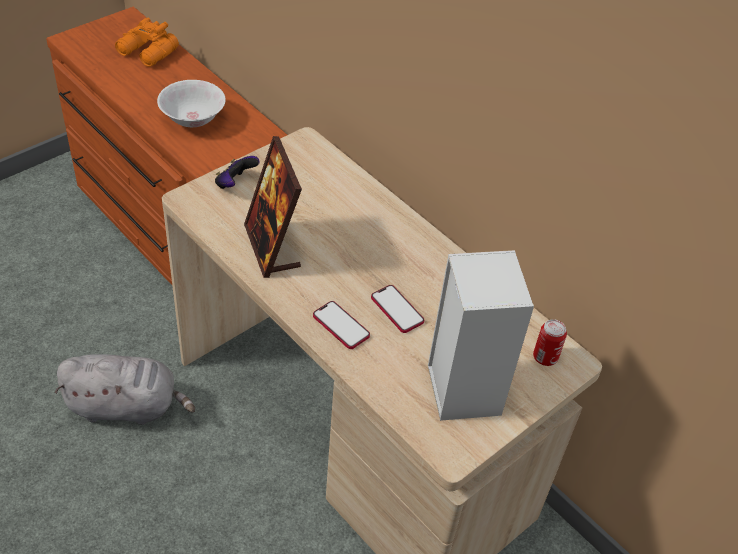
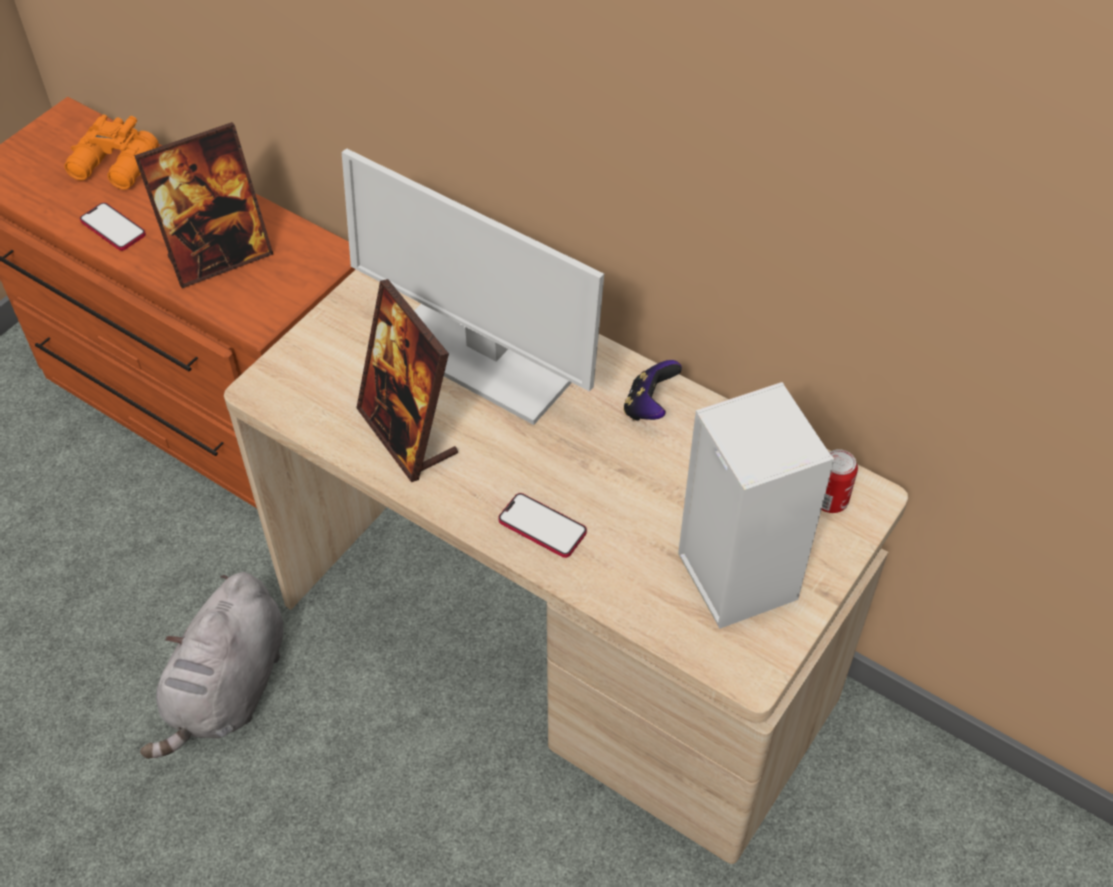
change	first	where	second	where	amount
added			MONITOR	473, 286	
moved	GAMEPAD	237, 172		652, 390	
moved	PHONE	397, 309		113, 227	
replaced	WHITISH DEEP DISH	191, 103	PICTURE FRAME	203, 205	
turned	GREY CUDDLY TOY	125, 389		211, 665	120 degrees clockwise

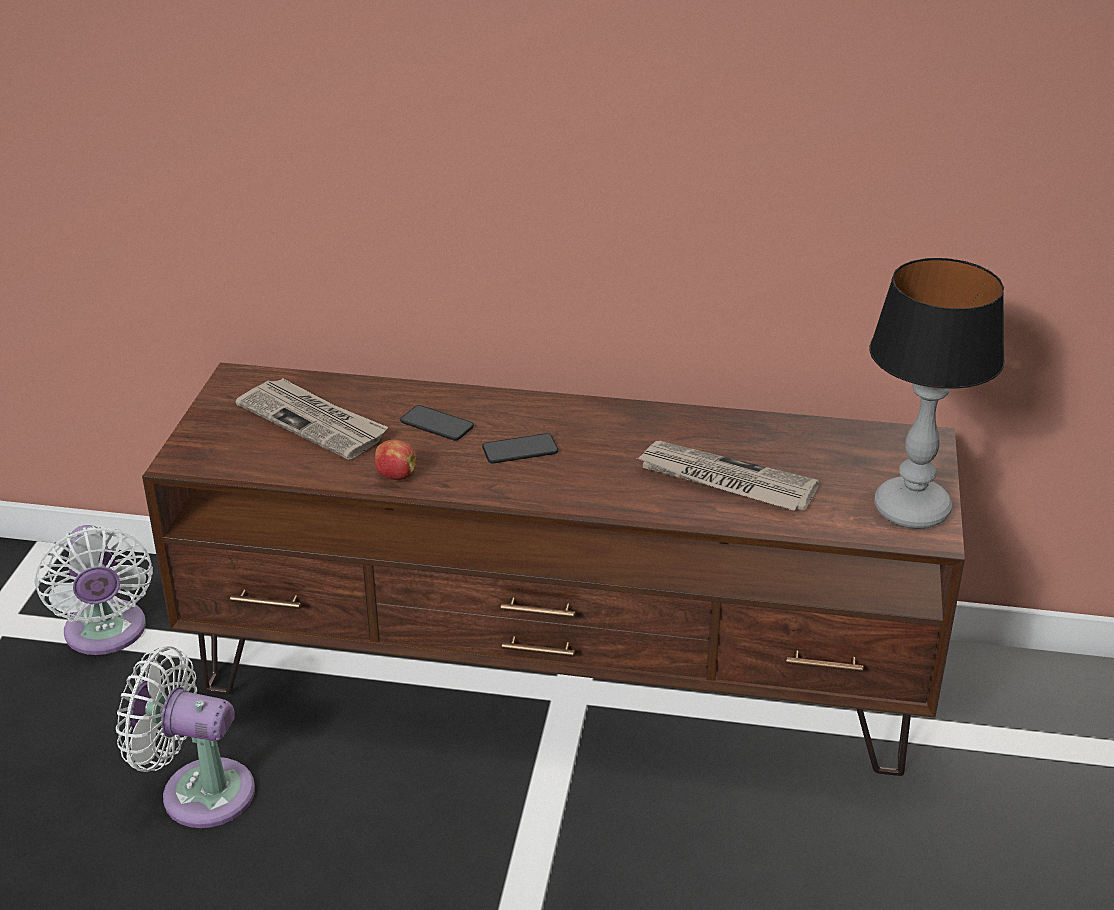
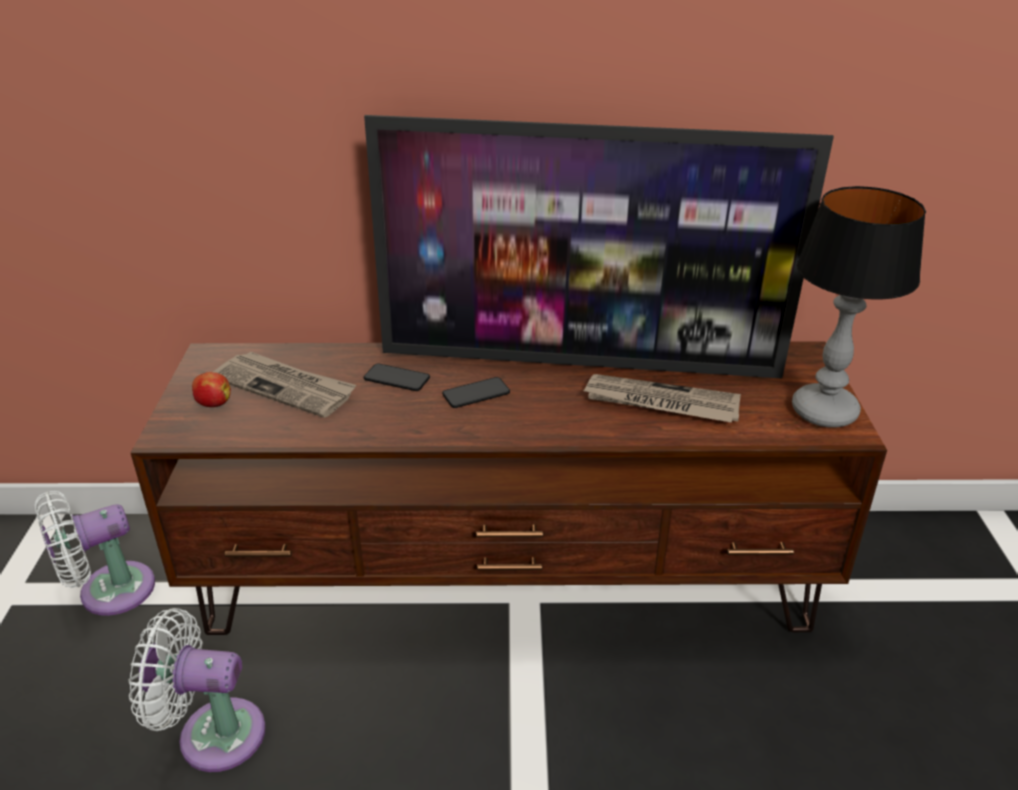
change	first	where	second	where	amount
added			TELEVISION	599, 246	
moved	APPLE FRUIT	395, 460		211, 389	
turned	WHITISH ELECTRIC FAN	93, 590		95, 553	90 degrees clockwise

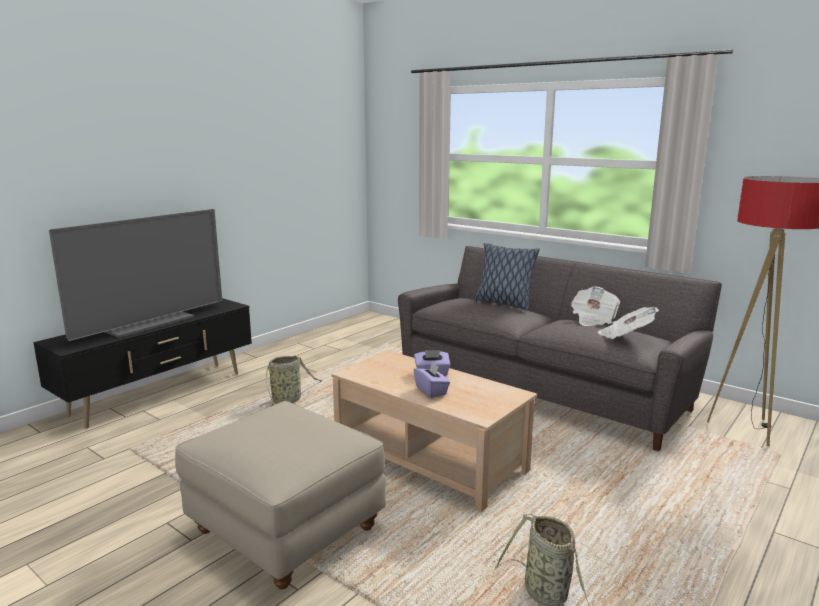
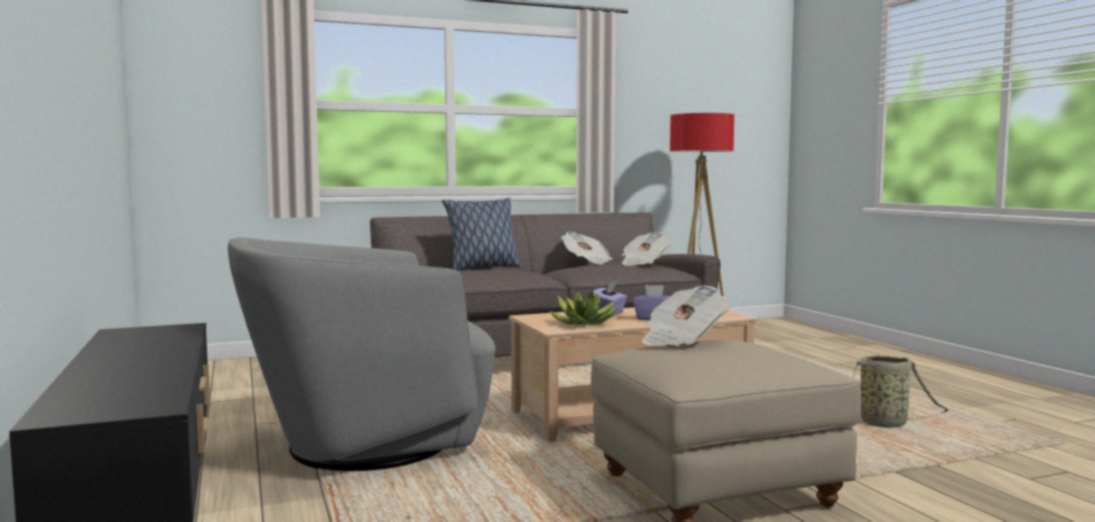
change	first	where	second	where	amount
removed	TELEVISION	135, 275			
added			HOUSEPLANT	583, 307	
added			NEWSPAPER	686, 316	
replaced	HOUSEHOLD BASKET	291, 382	GREY LOUNGE CHAIR	362, 354	

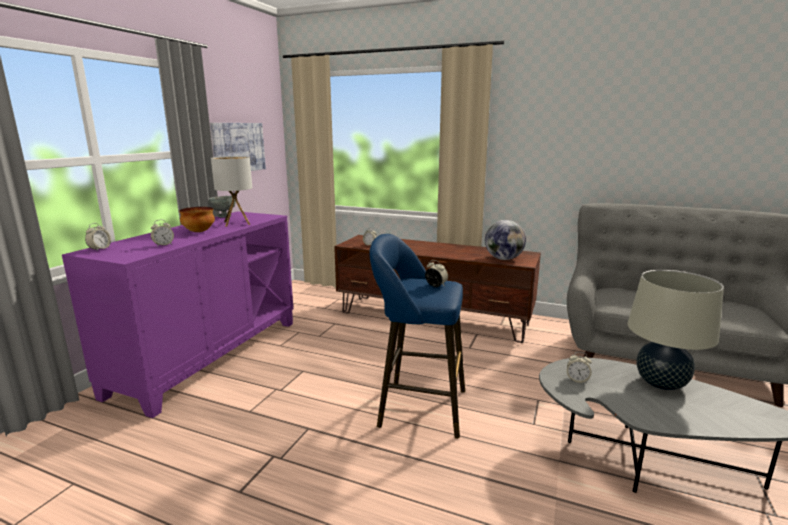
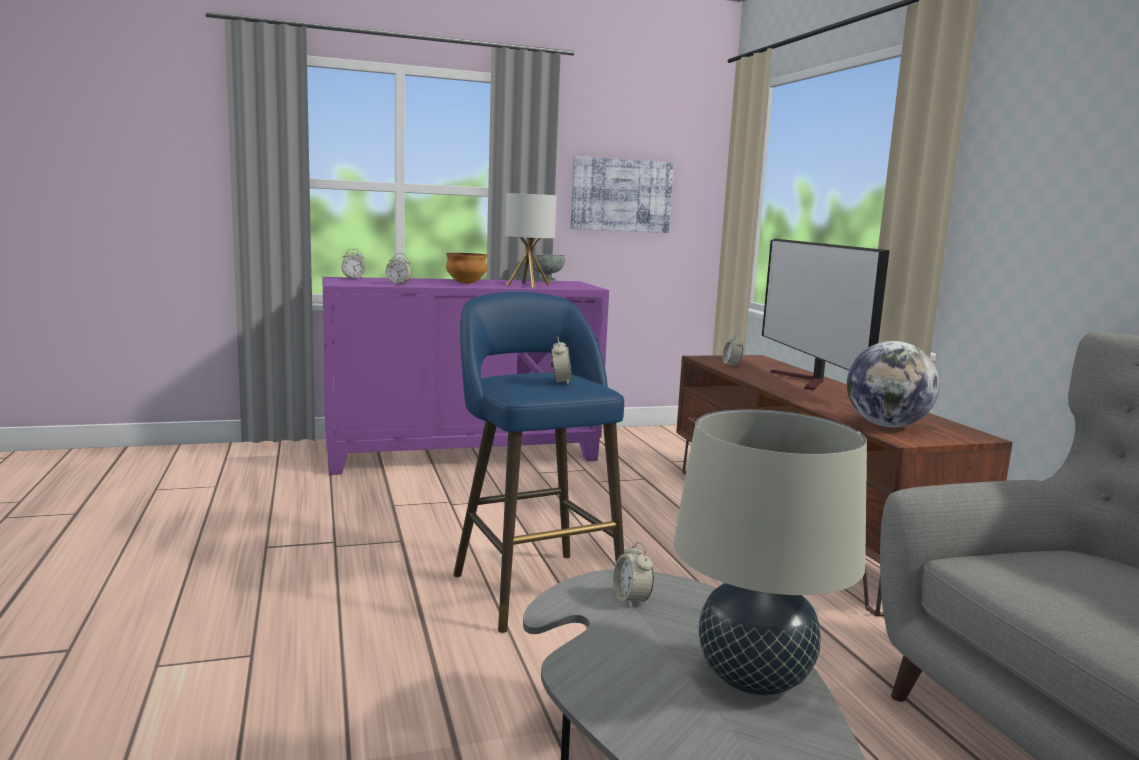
change	first	where	second	where	amount
added			TELEVISION	826, 314	

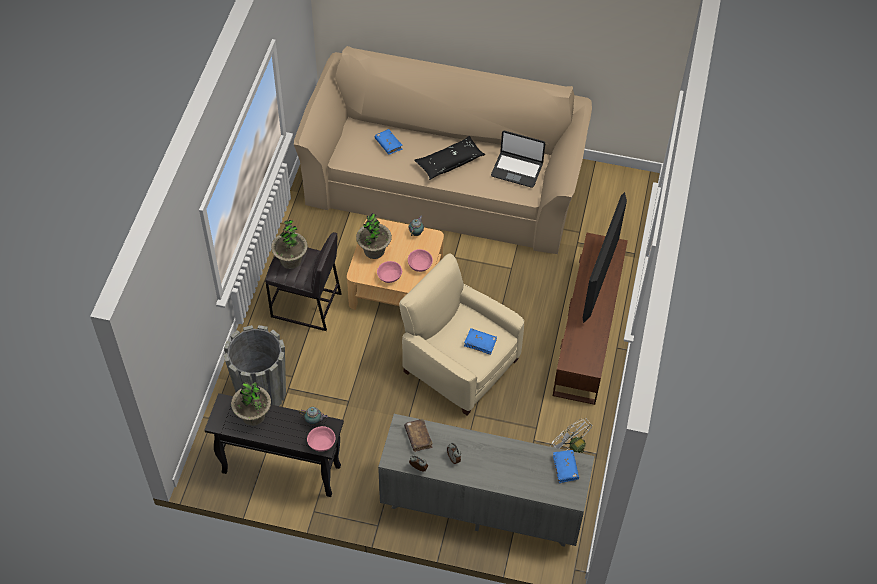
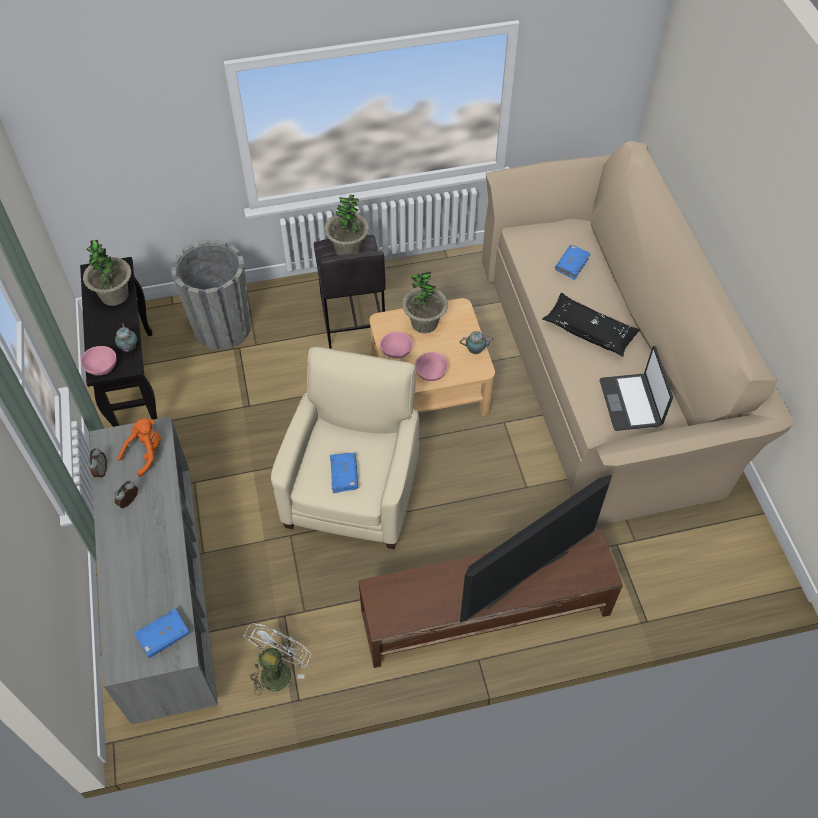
change	first	where	second	where	amount
replaced	BROWN-COLOURED BOOK	418, 435	ORANGEY CUDDLY TOY	139, 447	
turned	TELEVISION	605, 257		536, 548	150 degrees clockwise

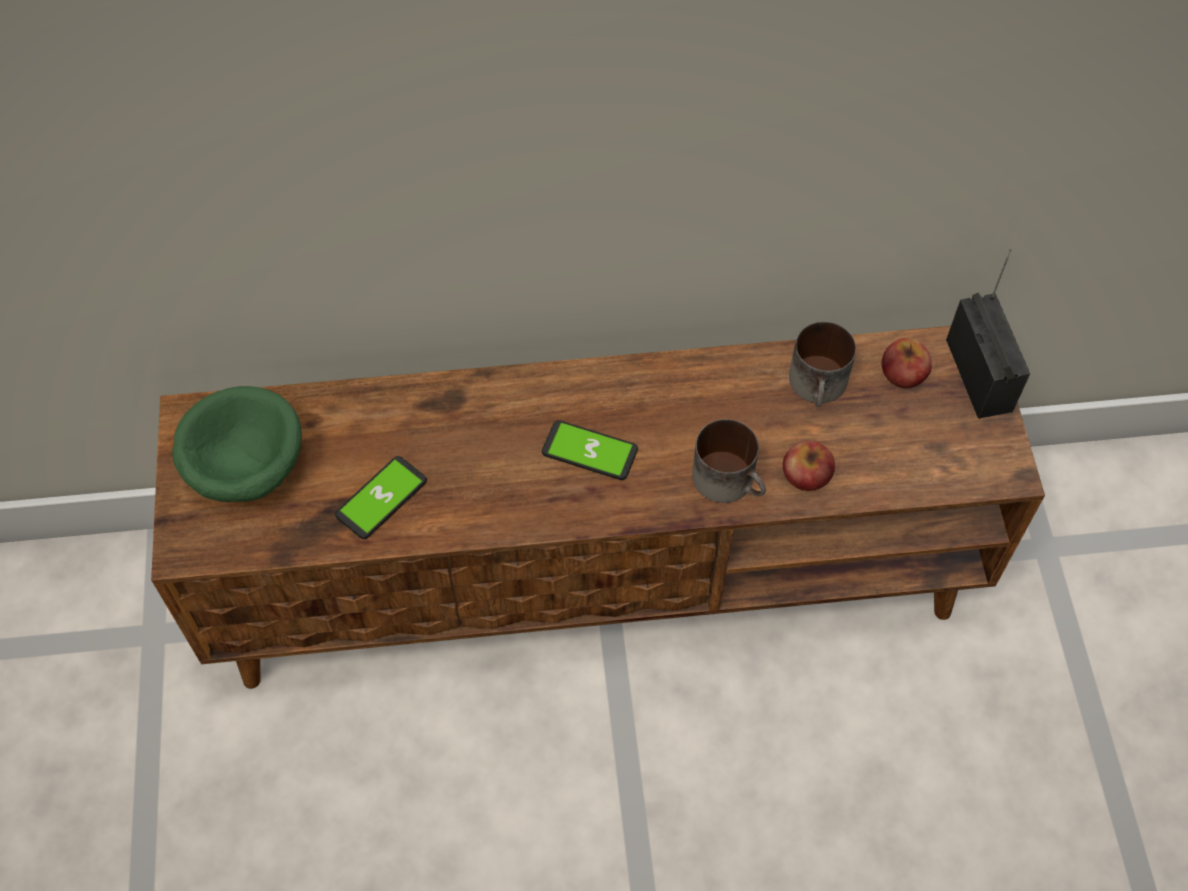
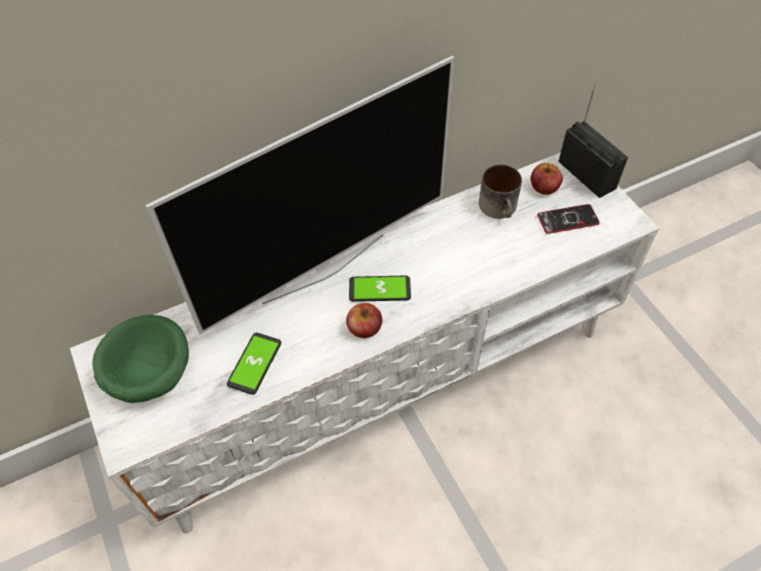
change	first	where	second	where	amount
removed	COFFEE MUG	729, 461			
added			TELEVISION	300, 195	
added			PHONE	568, 219	
moved	APPLE FRUIT	809, 466		364, 320	
recoloured	BROWN-COLOURED TV UNIT	598, 507	WHITISH TV UNIT	364, 343	

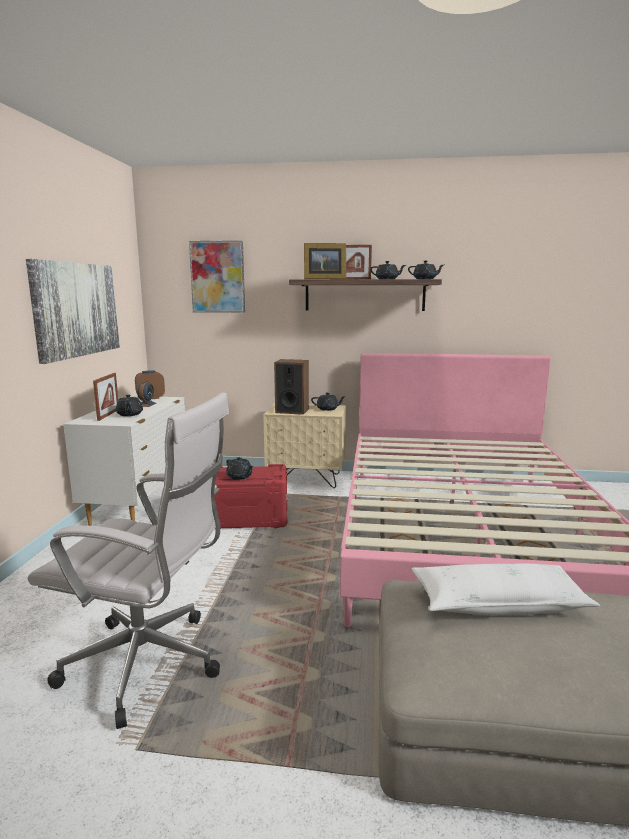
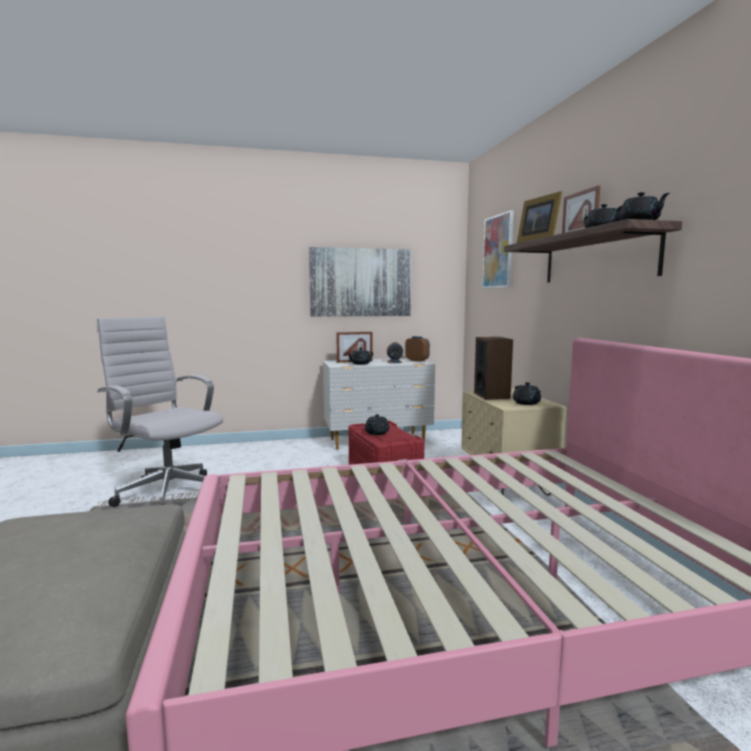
change	first	where	second	where	amount
removed	WHITISH CUSHION	505, 590			
turned	WHITISH OFFICE CHAIR	128, 560		160, 412	135 degrees clockwise

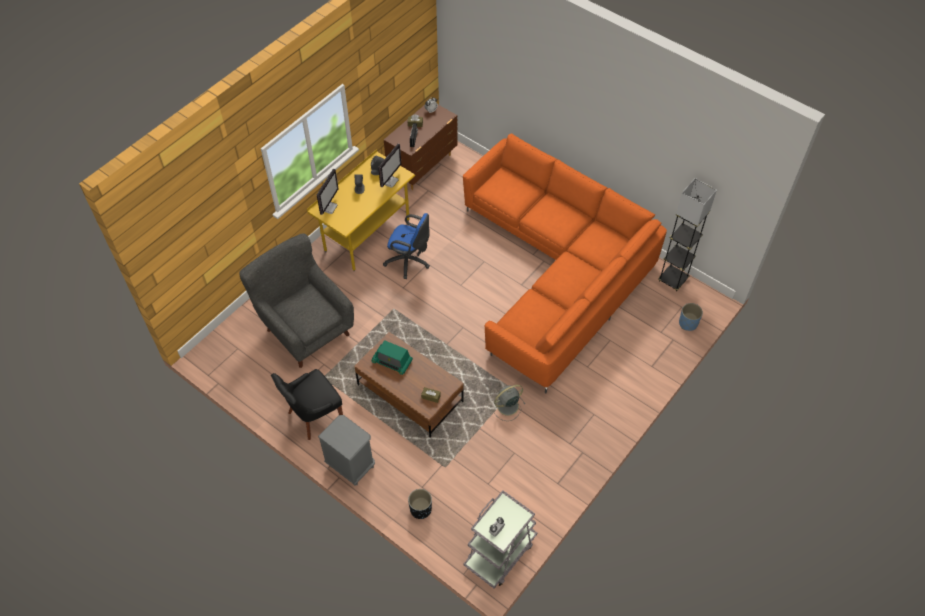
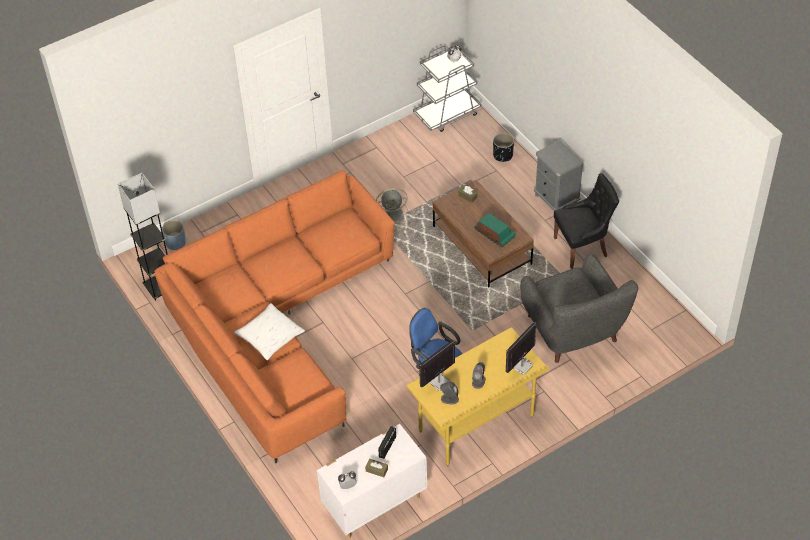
change	first	where	second	where	amount
added			WHITISH CUSHION	269, 331	
recoloured	BROWN-COLOURED CHEST OF DRAWERS	421, 147	WHITISH CHEST OF DRAWERS	372, 481	

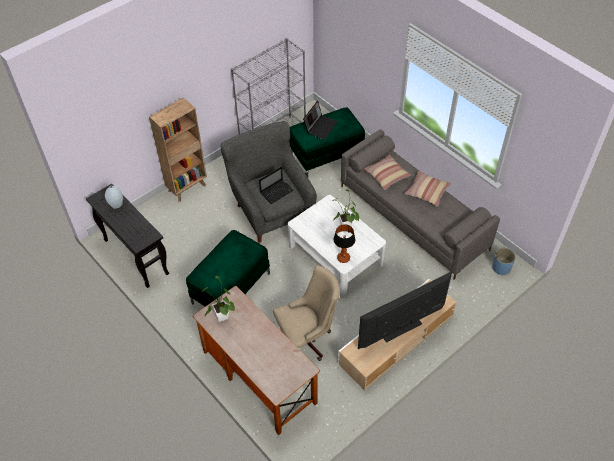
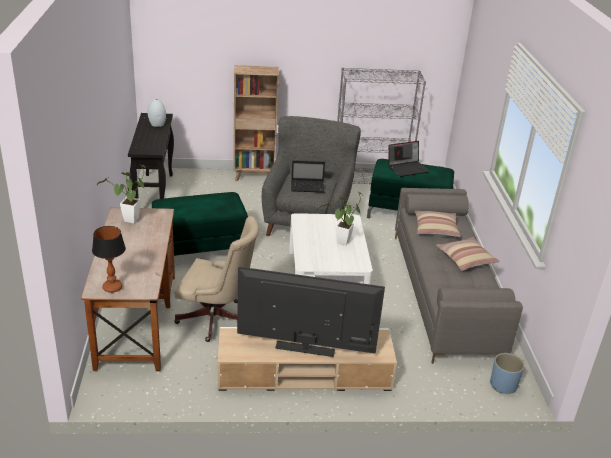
change	first	where	second	where	amount
moved	LAMP FOR A TABLE	344, 243		109, 259	

